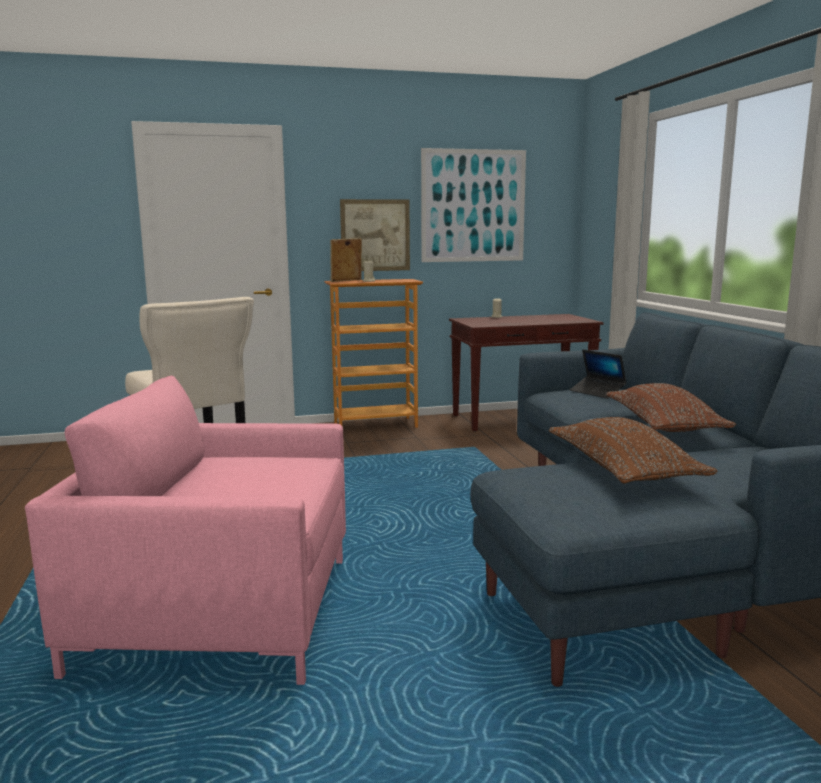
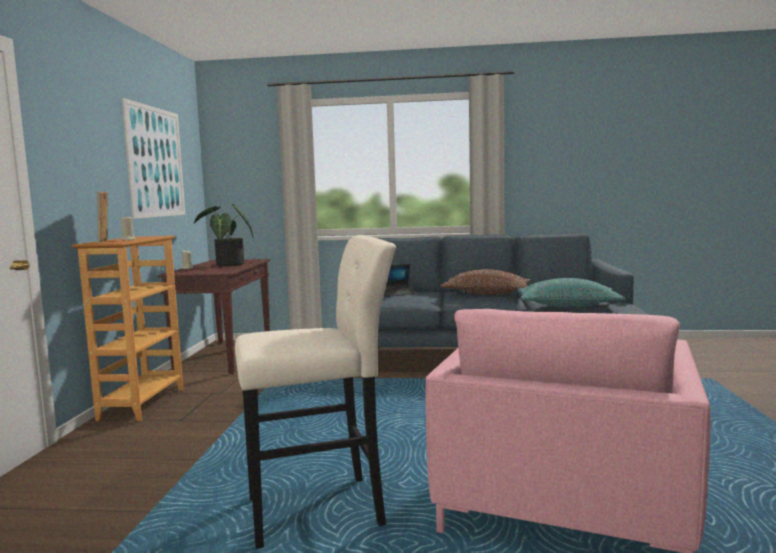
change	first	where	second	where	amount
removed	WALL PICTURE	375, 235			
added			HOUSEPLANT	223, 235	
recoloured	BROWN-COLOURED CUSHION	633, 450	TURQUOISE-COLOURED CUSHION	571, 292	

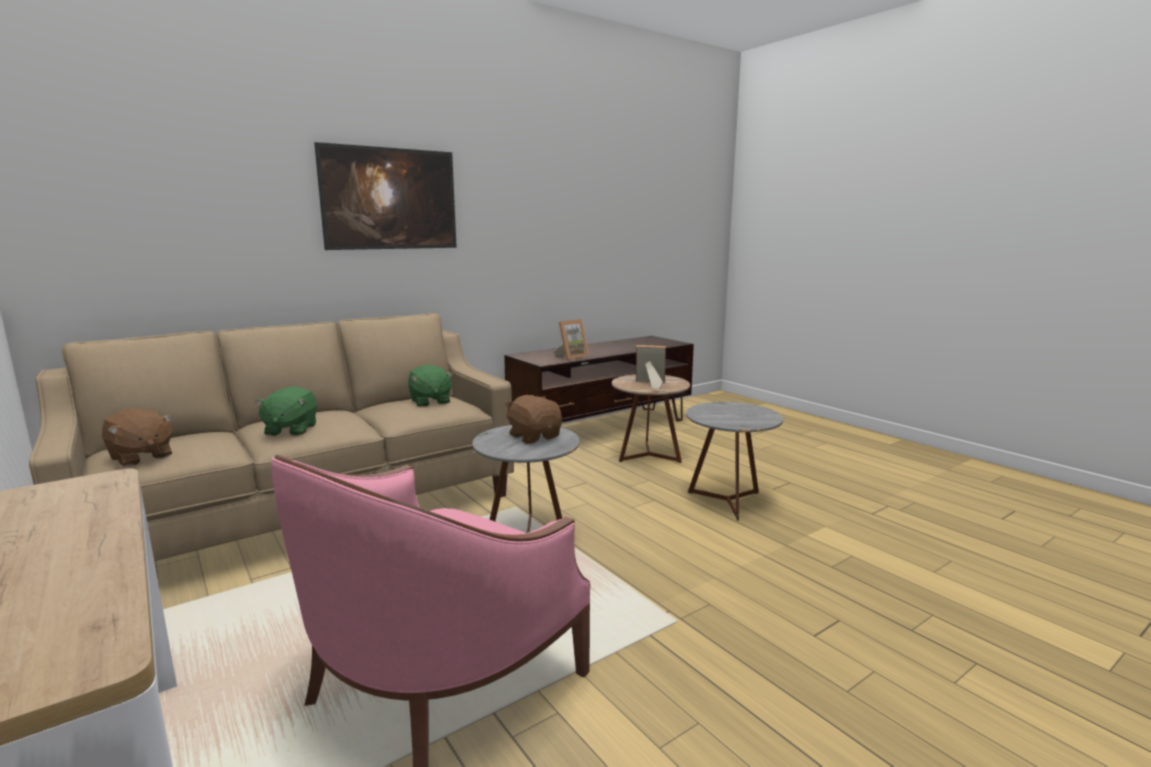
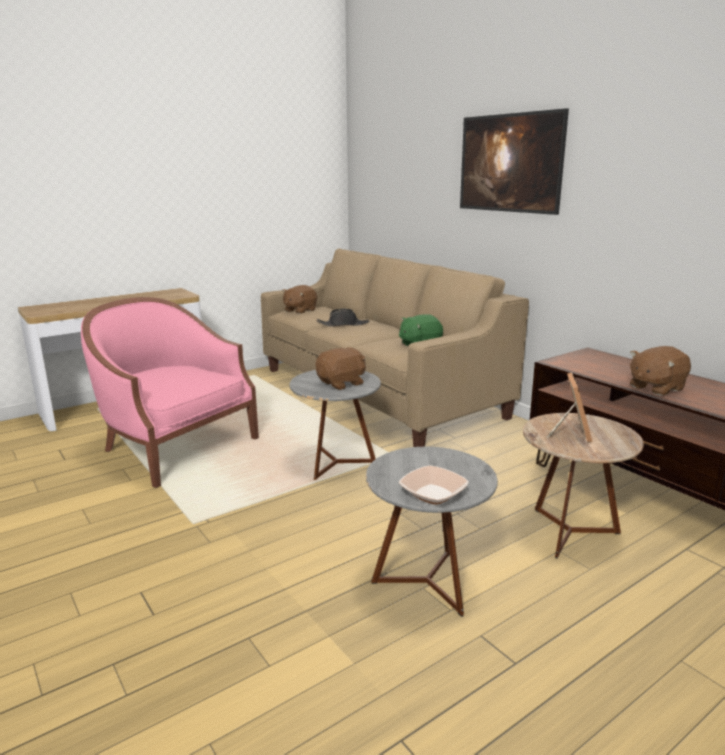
change	first	where	second	where	amount
removed	PICTURE FRAME	571, 339			
added			DEEP DISH	434, 485	
added			BROWN-COLOURED CUDDLY TOY	660, 371	
replaced	GREEN-COLOURED CUDDLY TOY	286, 411	BLACKISH CLOTHING HAT	343, 317	

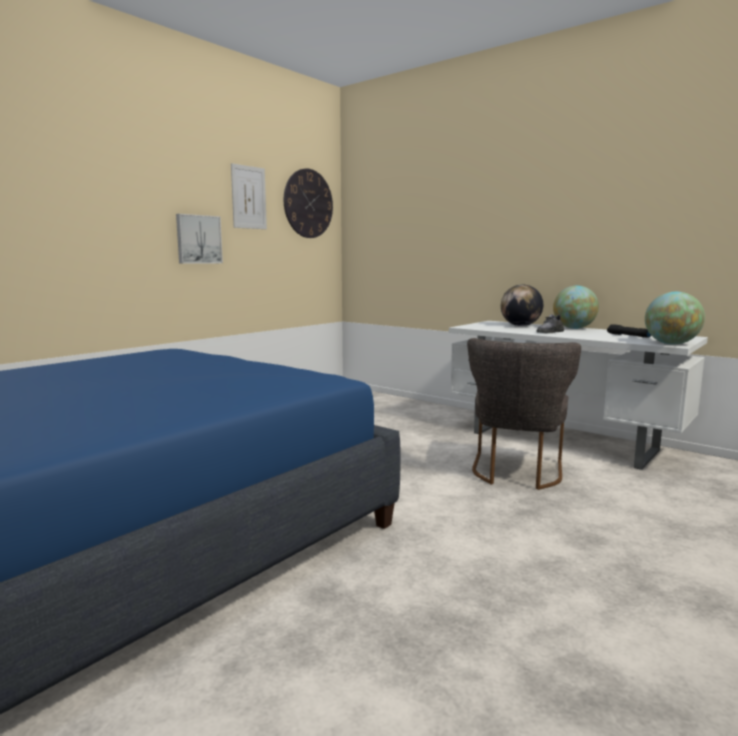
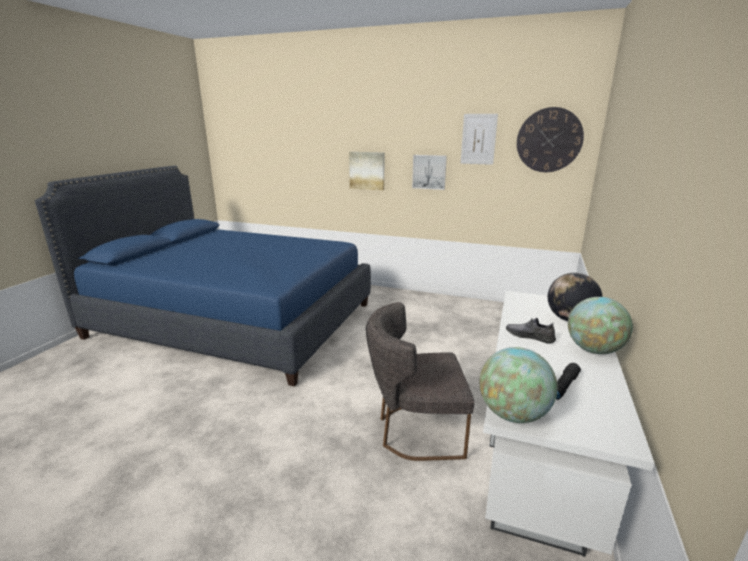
change	first	where	second	where	amount
added			WALL PICTURE	367, 171	

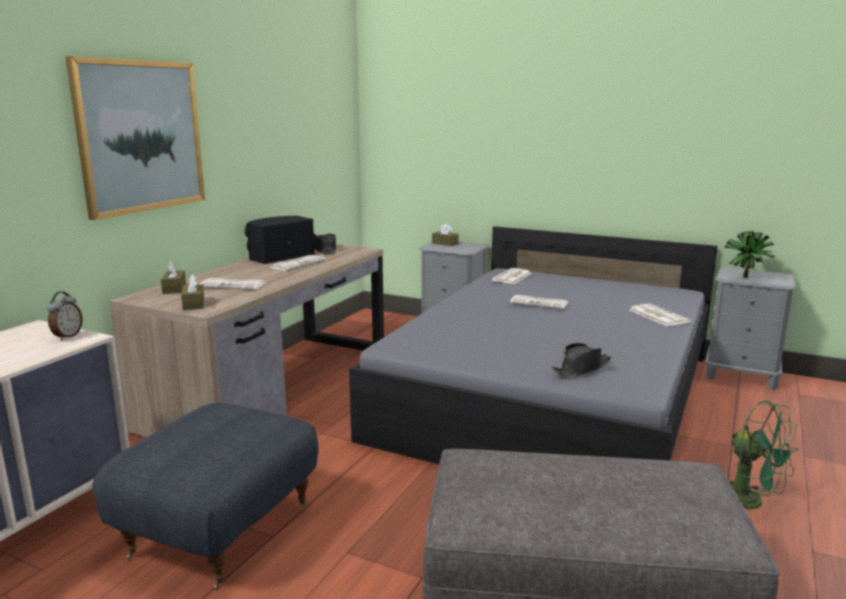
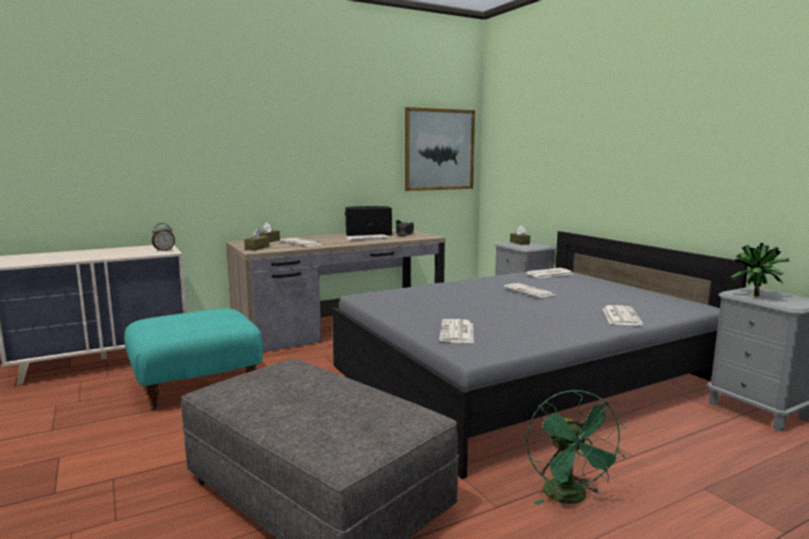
change	first	where	second	where	amount
moved	WALL PICTURE	135, 138		440, 149	
replaced	BLACKISH CLOTHING HAT	581, 360	NEWSPAPER	456, 331	
recoloured	GREY POUFFE	205, 496	TURQUOISE-COLOURED POUFFE	193, 360	

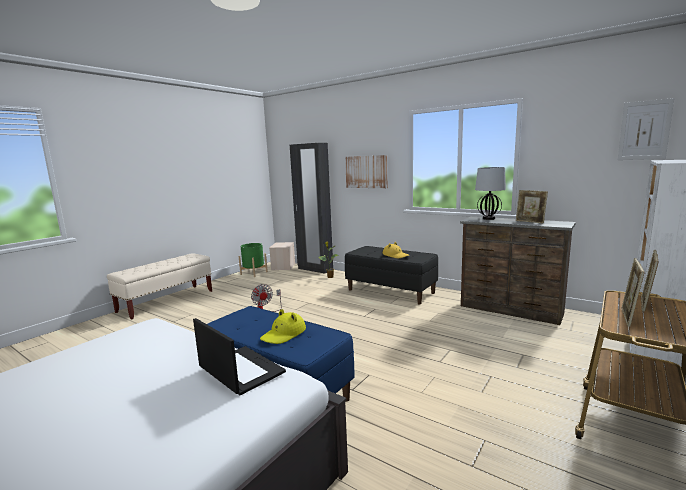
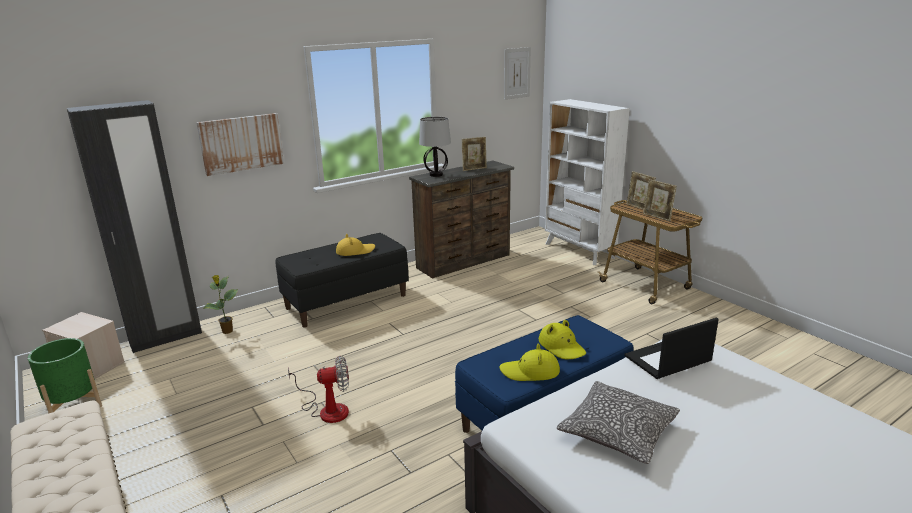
change	first	where	second	where	amount
added			YELLOWISH CLOTHING HAT	529, 362	
added			CUSHION	618, 422	

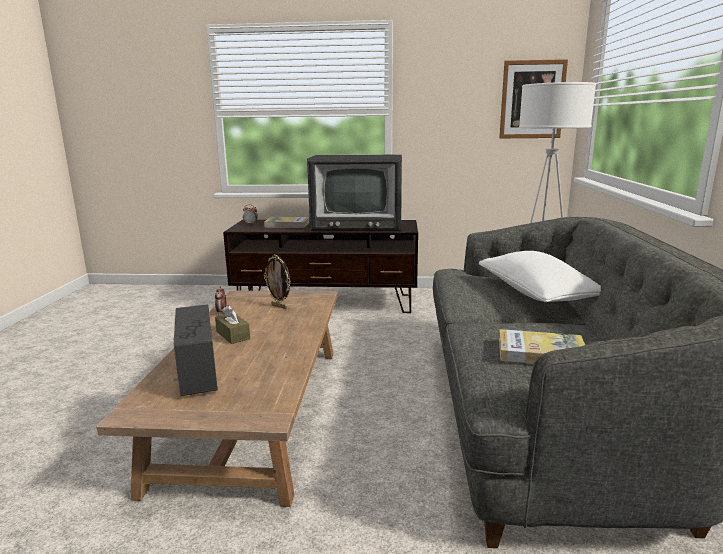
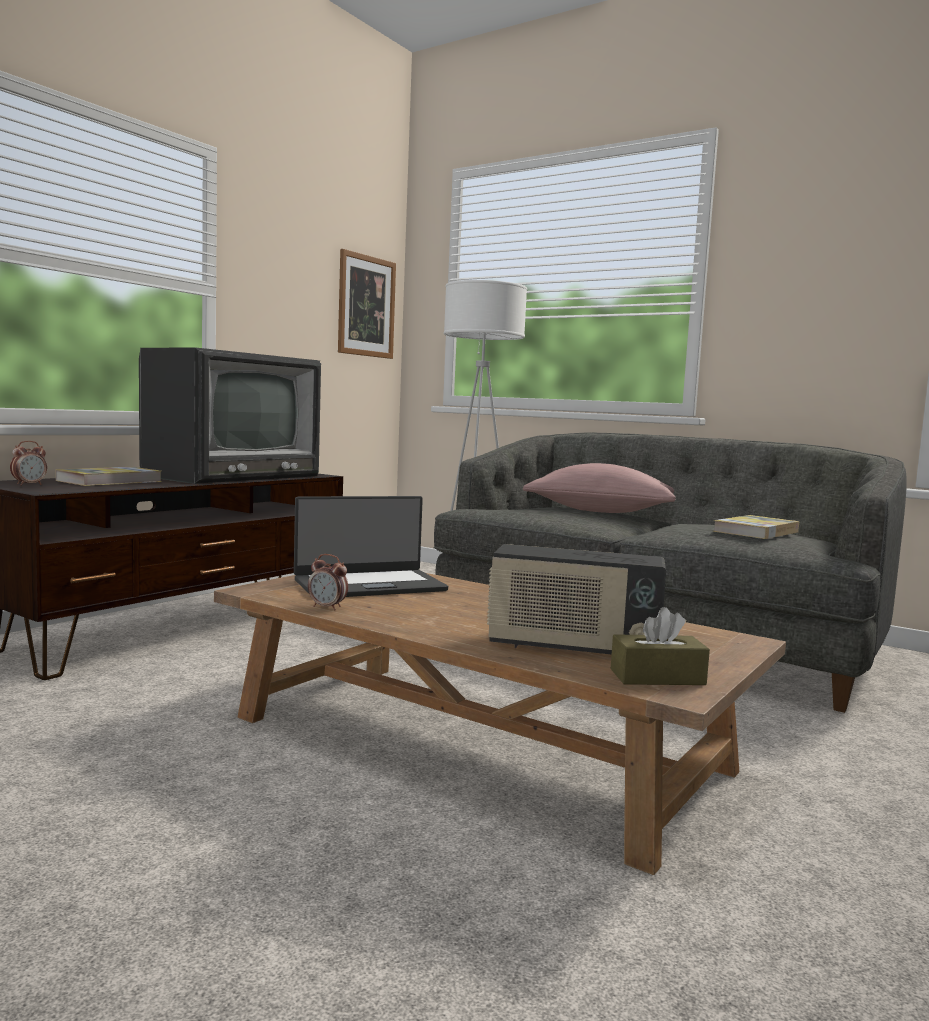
change	first	where	second	where	amount
moved	BROWN-COLOURED TISSUE BOX	232, 324		660, 646	
replaced	PICTURE FRAME	277, 282	LAPTOP	371, 546	
recoloured	WHITISH CUSHION	540, 276	PINK CUSHION	599, 488	

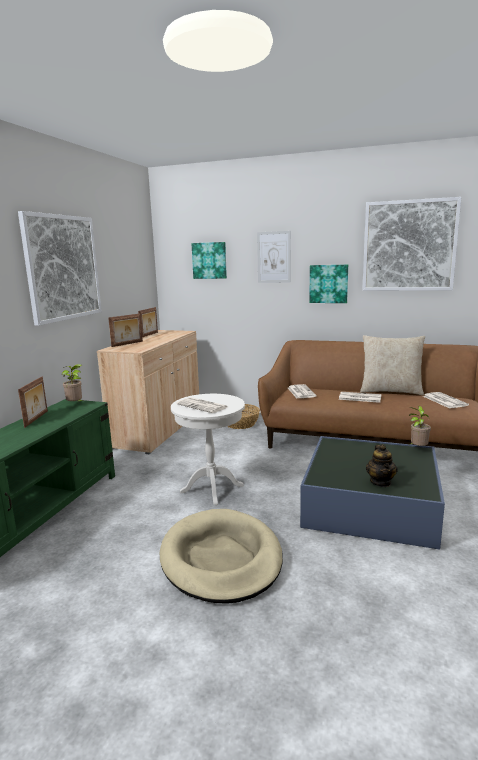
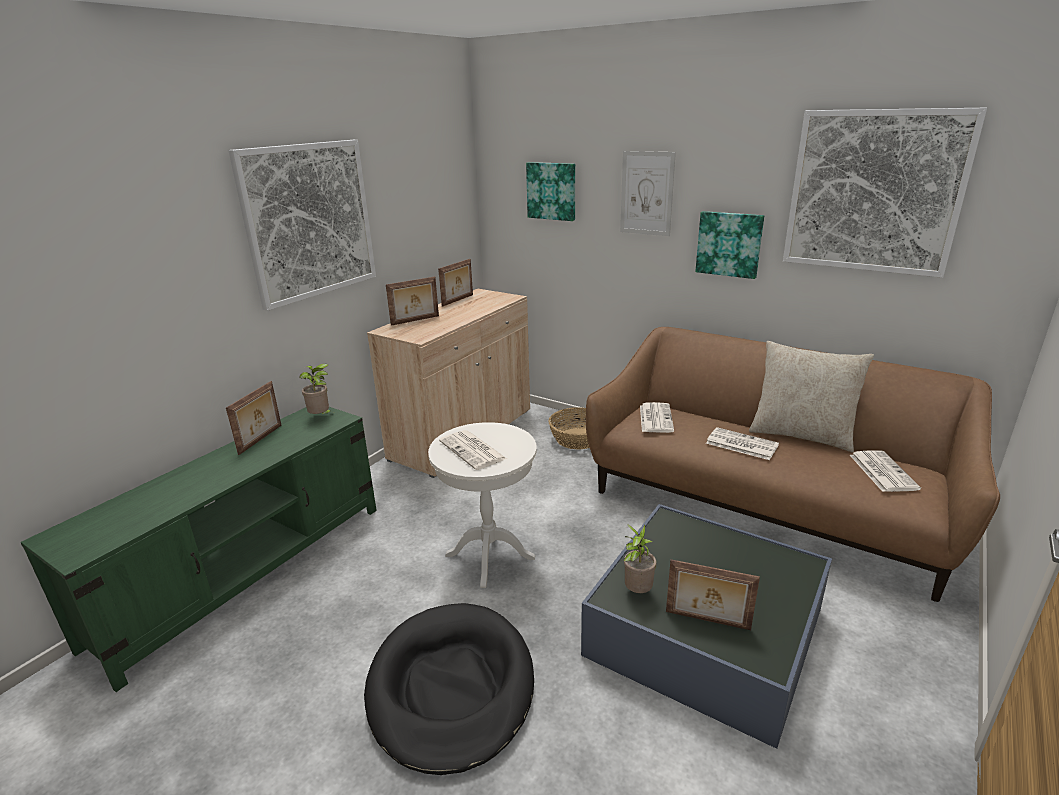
change	first	where	second	where	amount
moved	HOUSEPLANT	420, 426		639, 558	
replaced	TEA POT	382, 465	PICTURE FRAME	713, 594	
recoloured	BEIGE-COLOURED DOG CUSHION	221, 556	BLACKISH DOG CUSHION	449, 689	

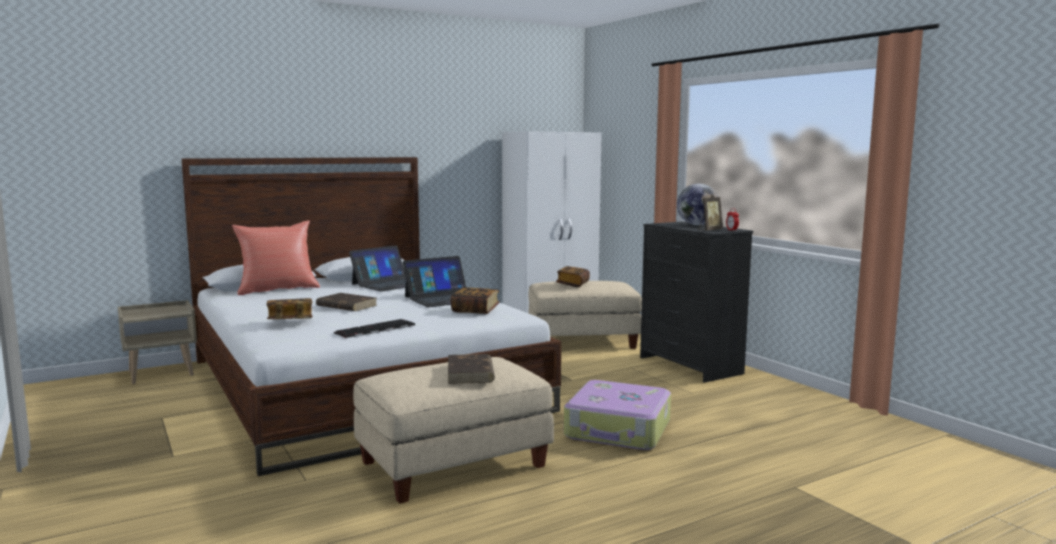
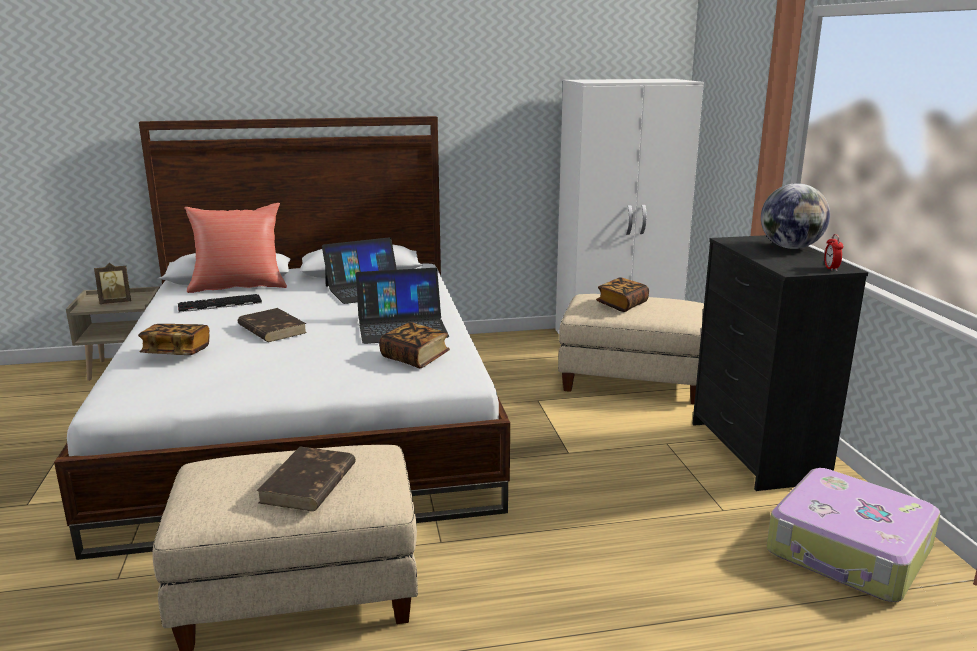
change	first	where	second	where	amount
moved	COMPUTER KEYBOARD	374, 328		220, 303	
moved	PIECE OF LUGGAGE	617, 415		853, 535	
moved	PICTURE FRAME	711, 212		112, 283	

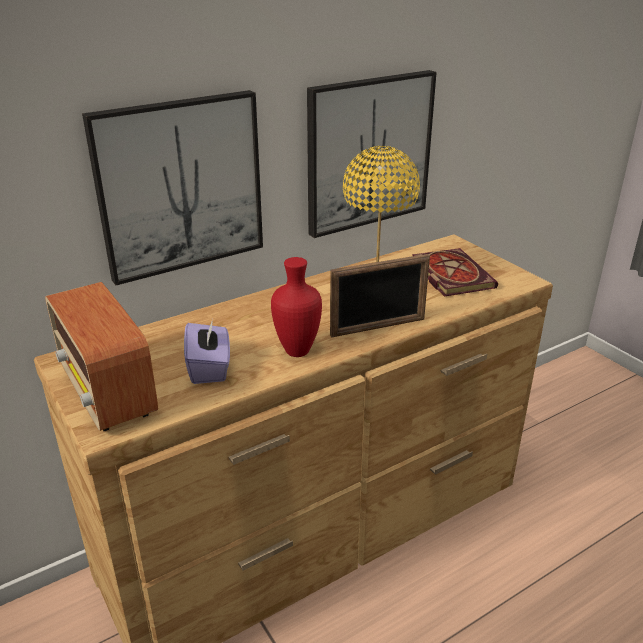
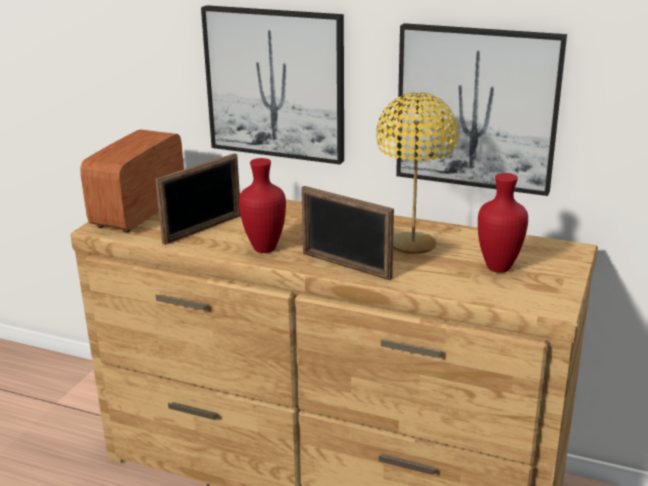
change	first	where	second	where	amount
replaced	PURPLE TISSUE BOX	207, 351	PICTURE FRAME	198, 199	
replaced	BOOK	455, 272	REDDISH DECORATIVE VASE	503, 223	

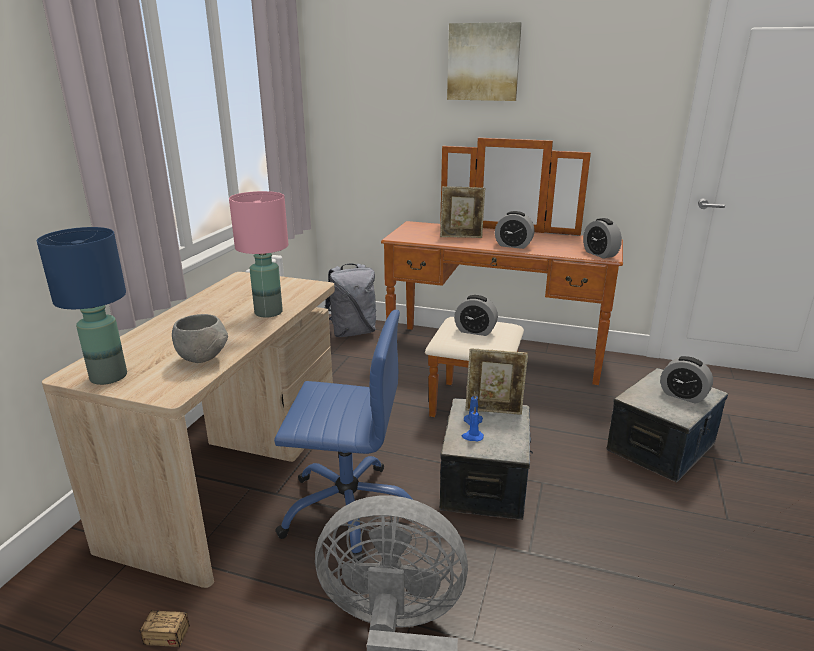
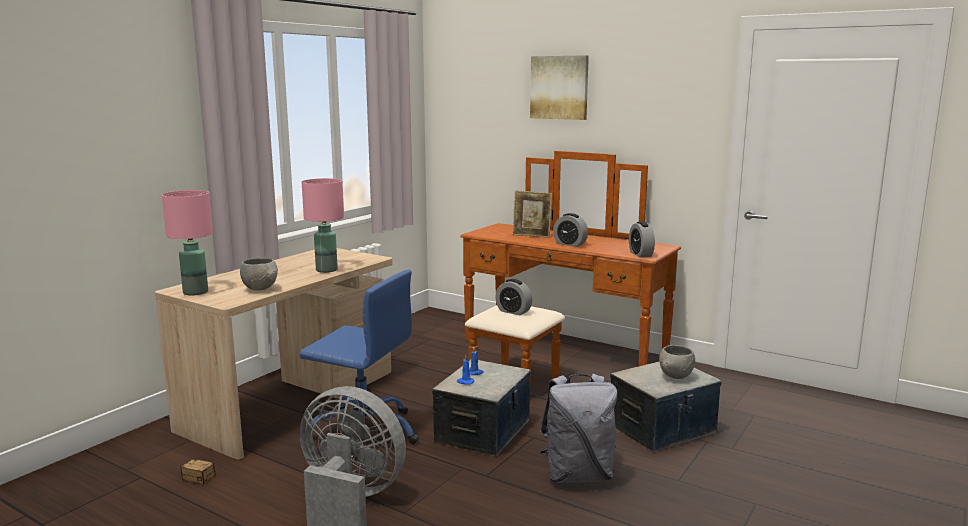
change	first	where	second	where	amount
removed	PICTURE FRAME	496, 381			
moved	GREY KNAPSACK	350, 300		579, 428	
replaced	TABLE CLOCK	686, 380	GREY DEEP DISH	677, 362	
recoloured	BLUE-COLOURED LAMP FOR A TABLE	82, 306	PINK LAMP FOR A TABLE	187, 243	

